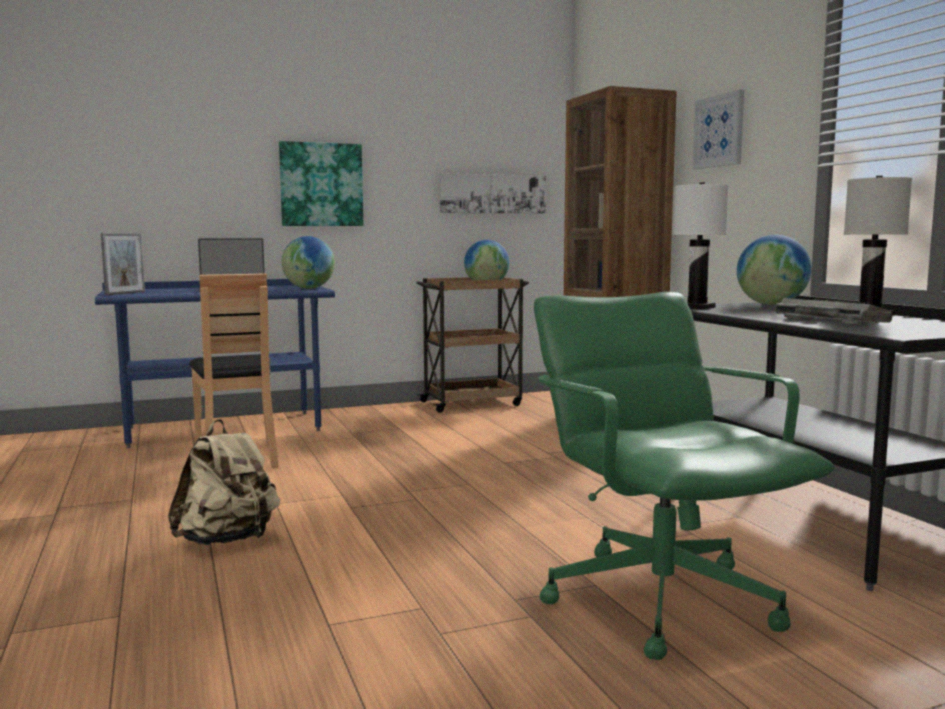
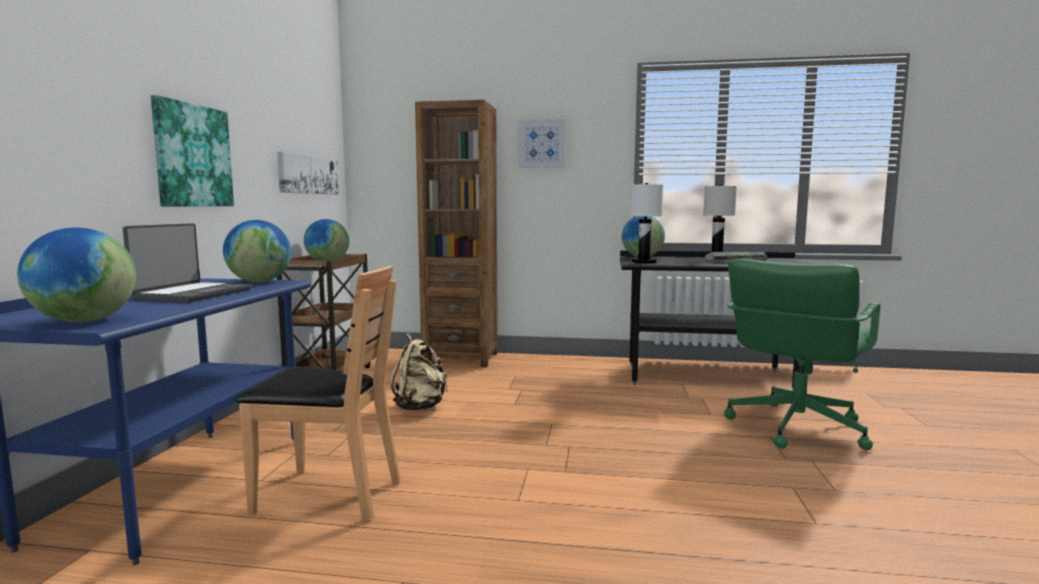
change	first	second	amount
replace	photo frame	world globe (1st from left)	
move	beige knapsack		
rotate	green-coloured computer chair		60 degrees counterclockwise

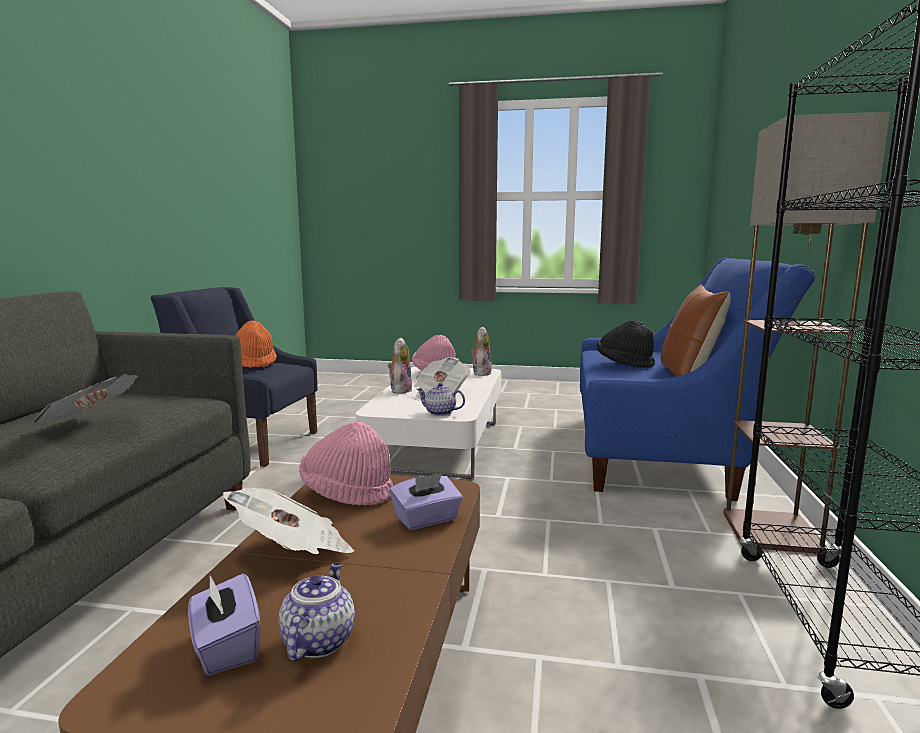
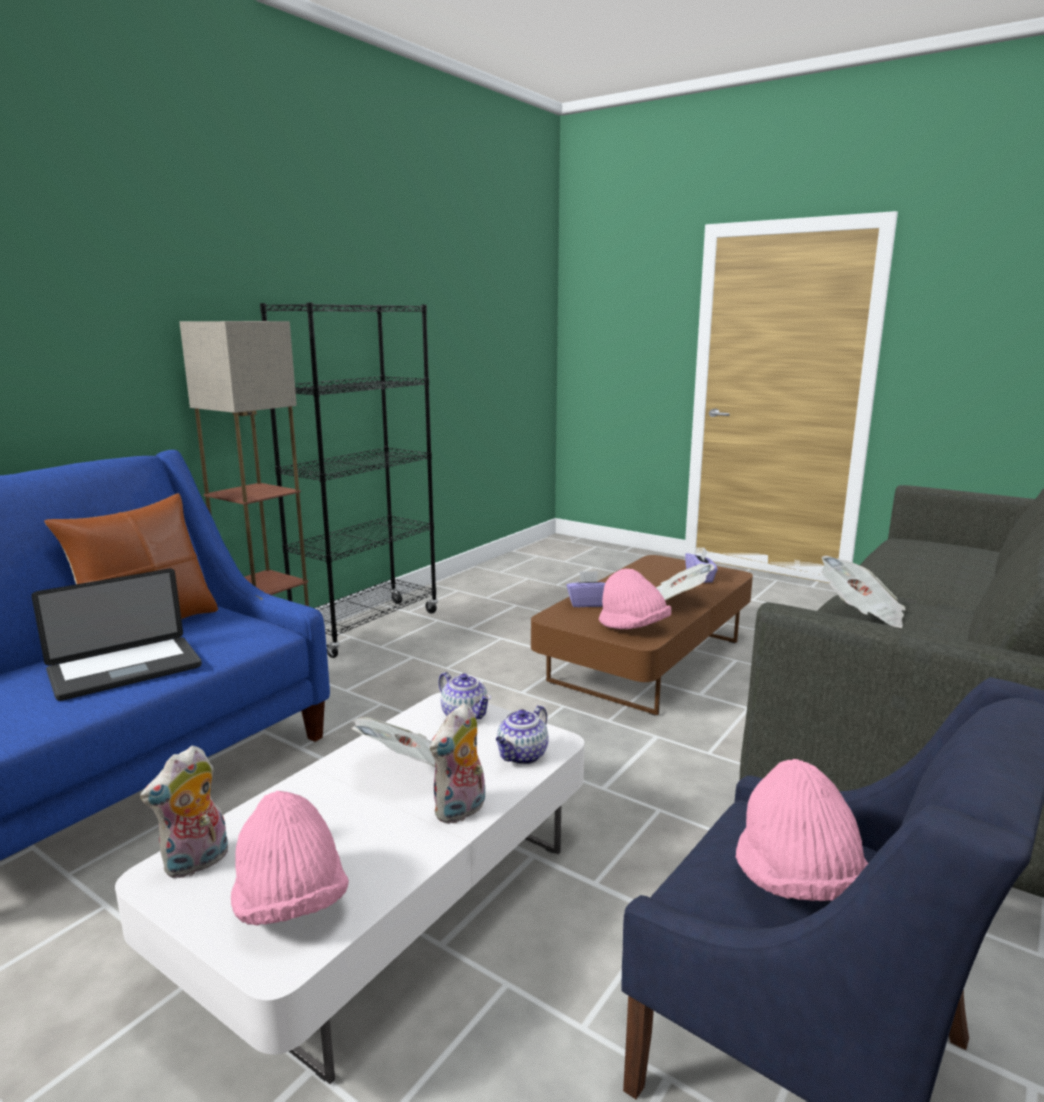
change	first	second	amount
recolor	orange wearable hat	pink wearable hat (3rd from left)	
move	pot for tea (1st from left in the first image)	pot for tea (2nd from left)	
replace	black-coloured wearable hat	portable computer	

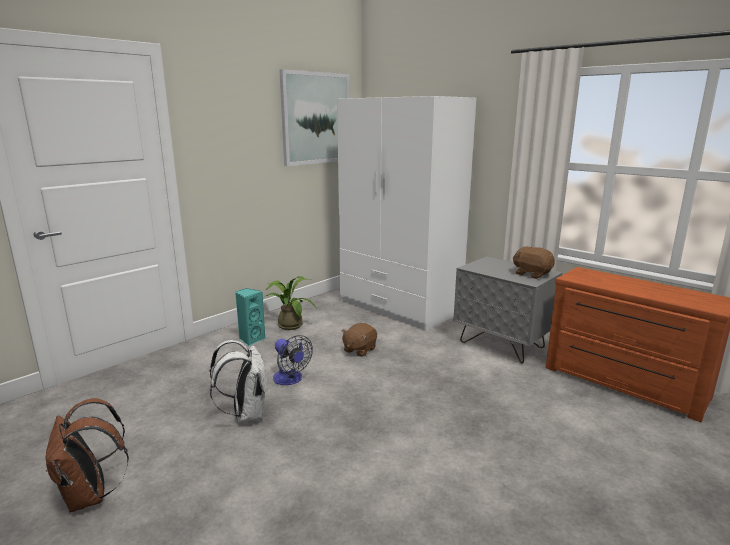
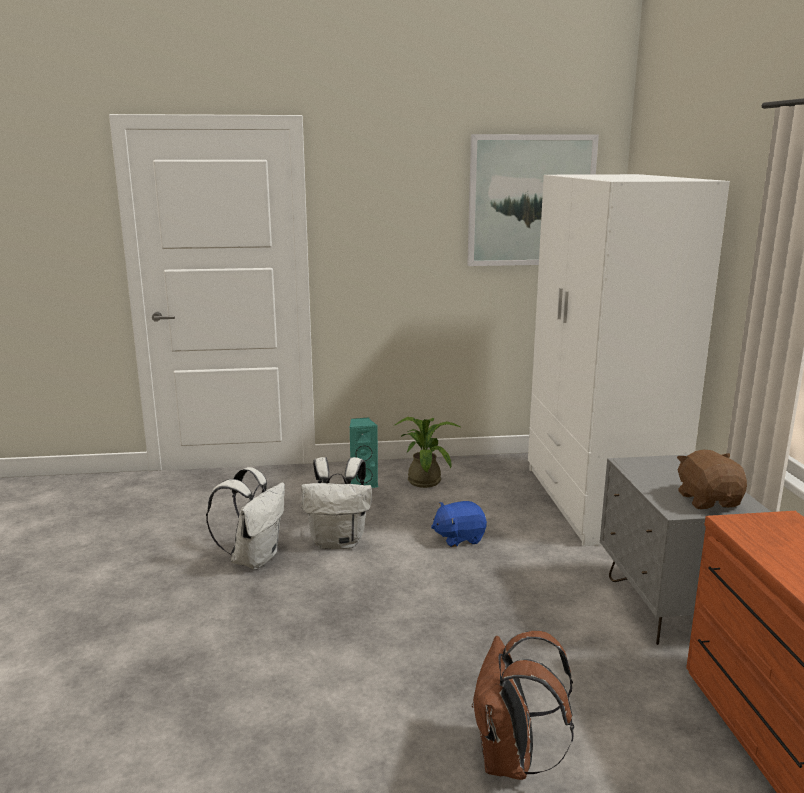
change	first	second	amount
move	brown-coloured knapsack		
replace	fan	white knapsack (2nd from left)	
recolor	brown-coloured plush toy (1st from left)	blue-coloured plush toy	

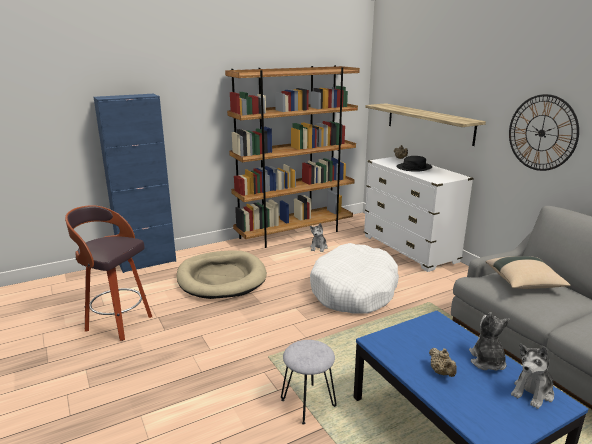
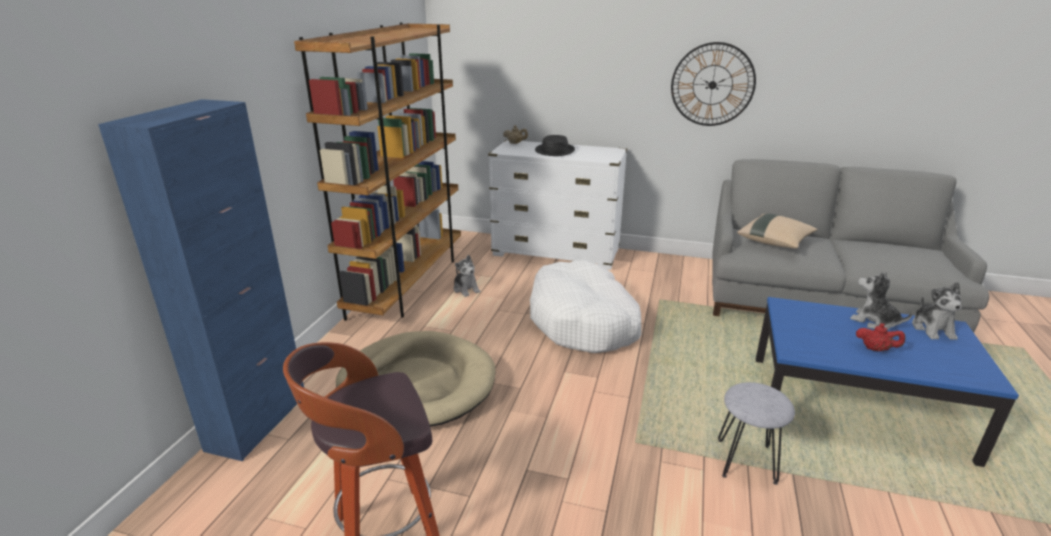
change	first	second	amount
delete	shelf		
recolor	beige pot for tea (2nd from left)	red-coloured pot for tea	

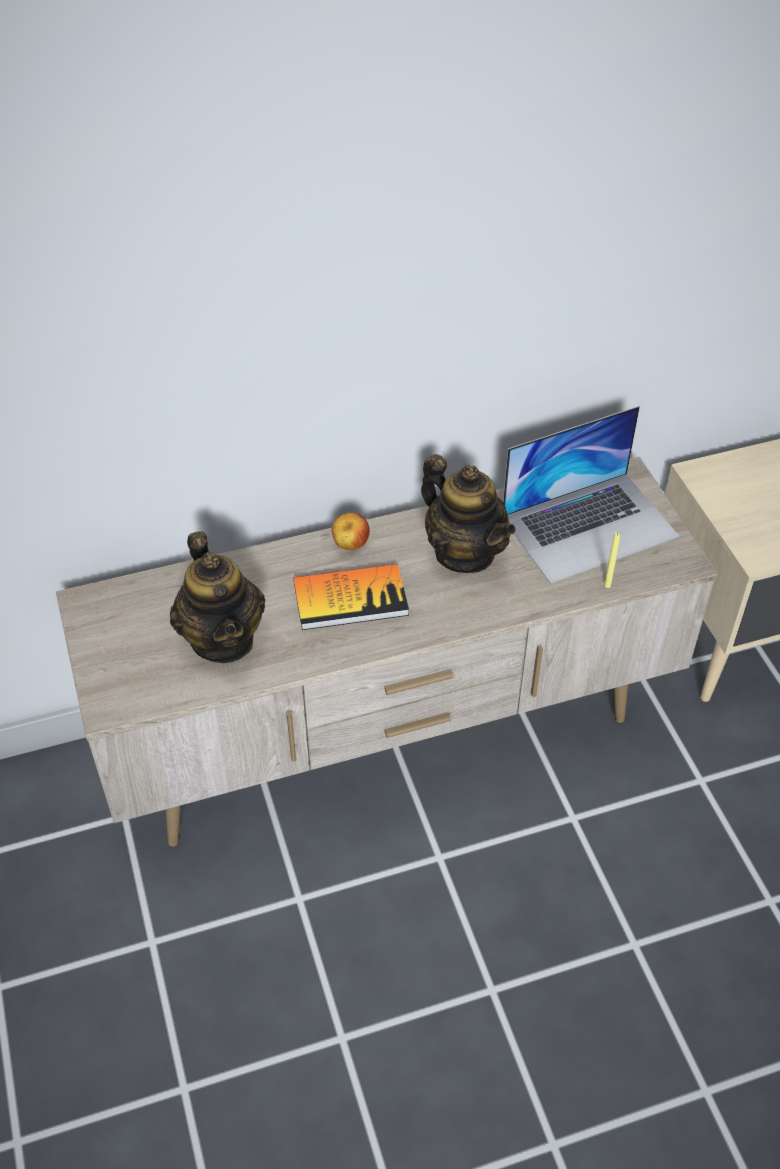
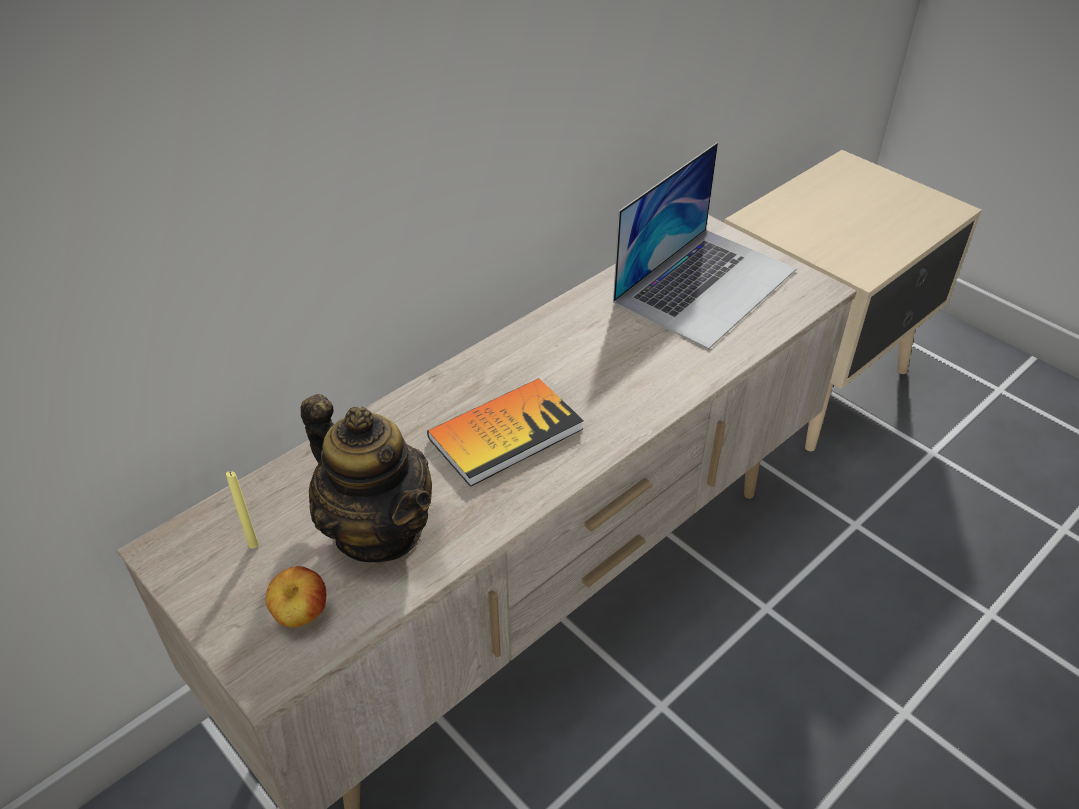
change	first	second	amount
move	whole apple		
delete	pot for tea (2nd from left)		
move	yellowish wax candle		

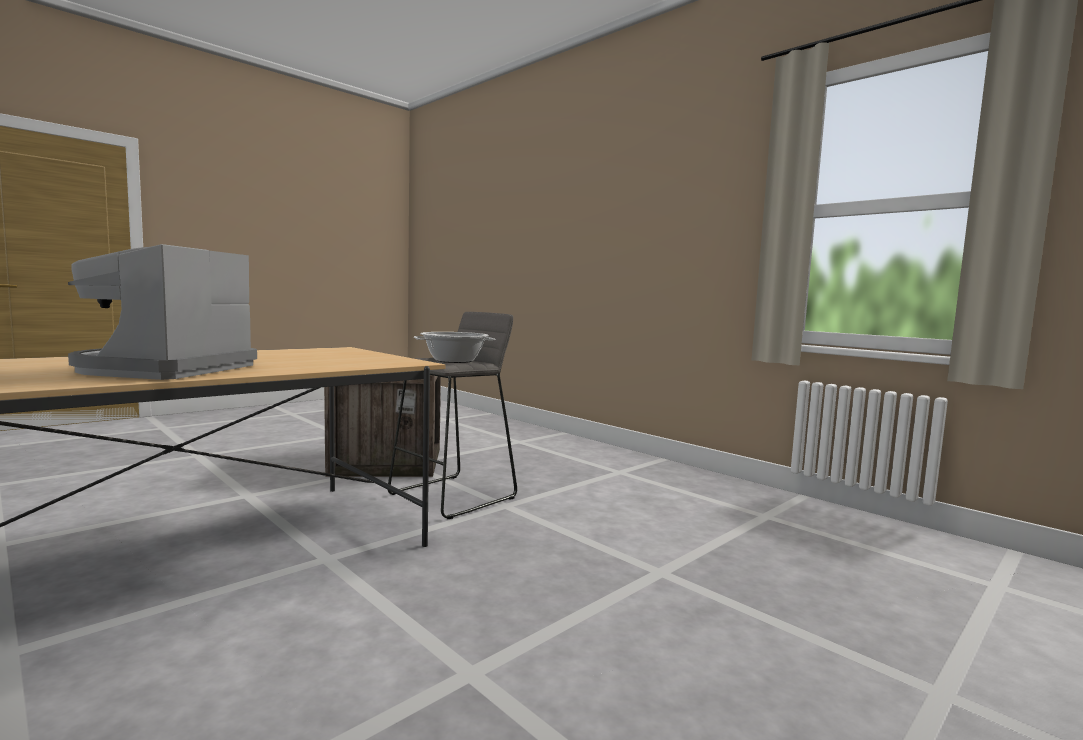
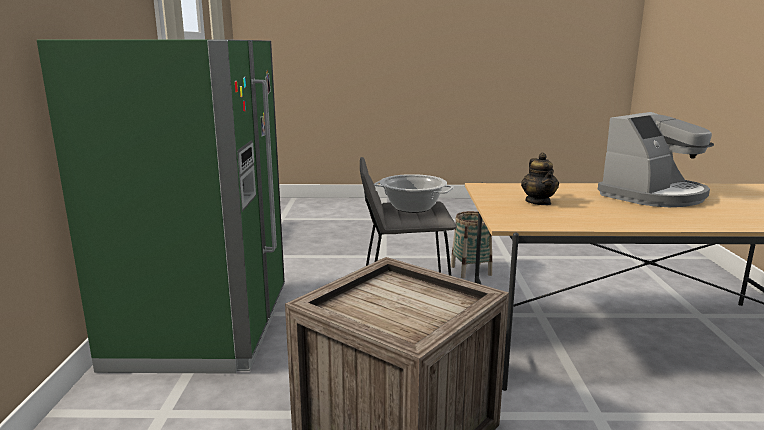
change	first	second	amount
insert		green-coloured fridge	
insert		household basket	
insert		pot for tea	

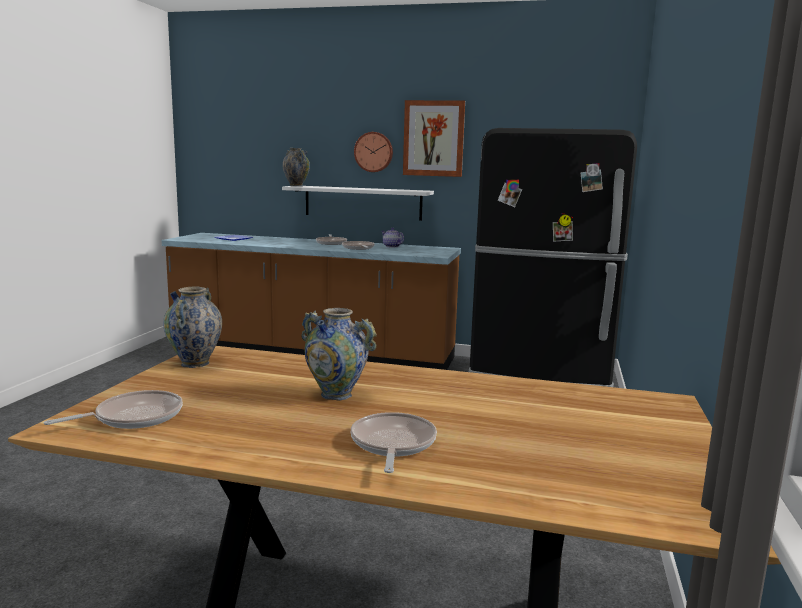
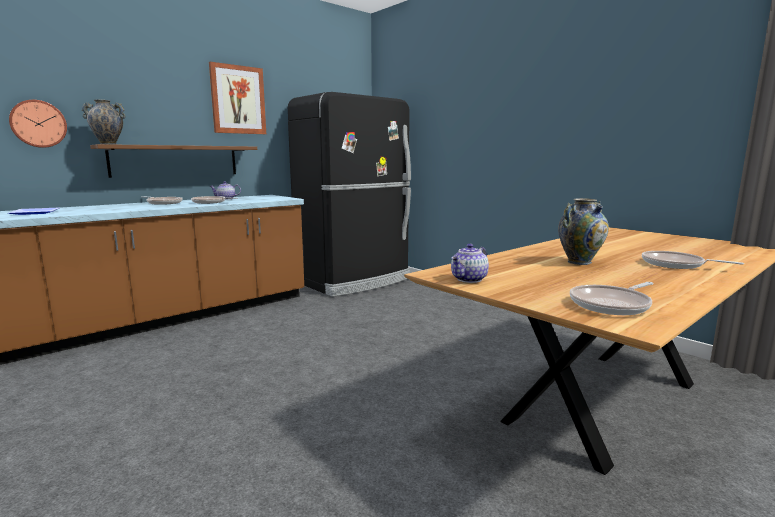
change	first	second	amount
rotate	frying pan (1st from left in the first image)	frying pan (3rd from left)	120 degrees counterclockwise
replace	decorative vase (1st from left)	pot for tea (2nd from left)	
recolor	white shelf	brown-coloured shelf	
move	wall clock		

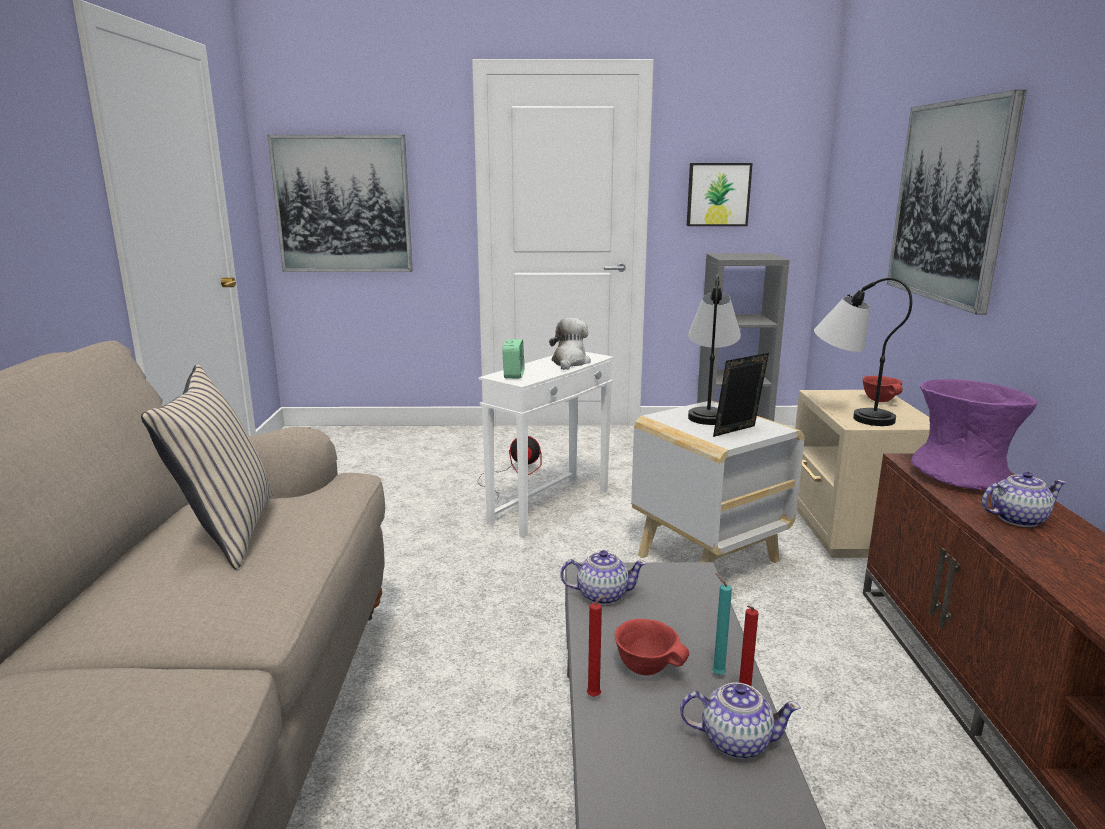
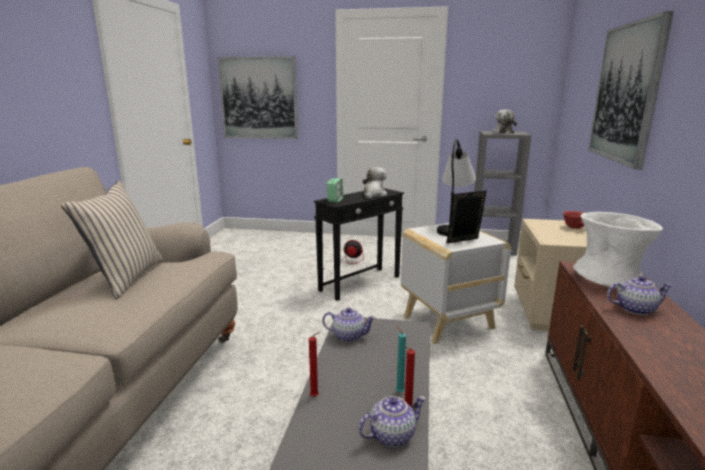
change	first	second	amount
recolor	white accent table (1st from left)	black-coloured accent table	
delete	red-coloured serving bowl (1st from left)		
rotate	pot for tea (2nd from left)		45 degrees counterclockwise
delete	wall picture (2nd from left)		
delete	lamp for a table (2nd from left)		
recolor	purple decorative vase	white decorative vase	
insert		plush toy (2nd from left)	

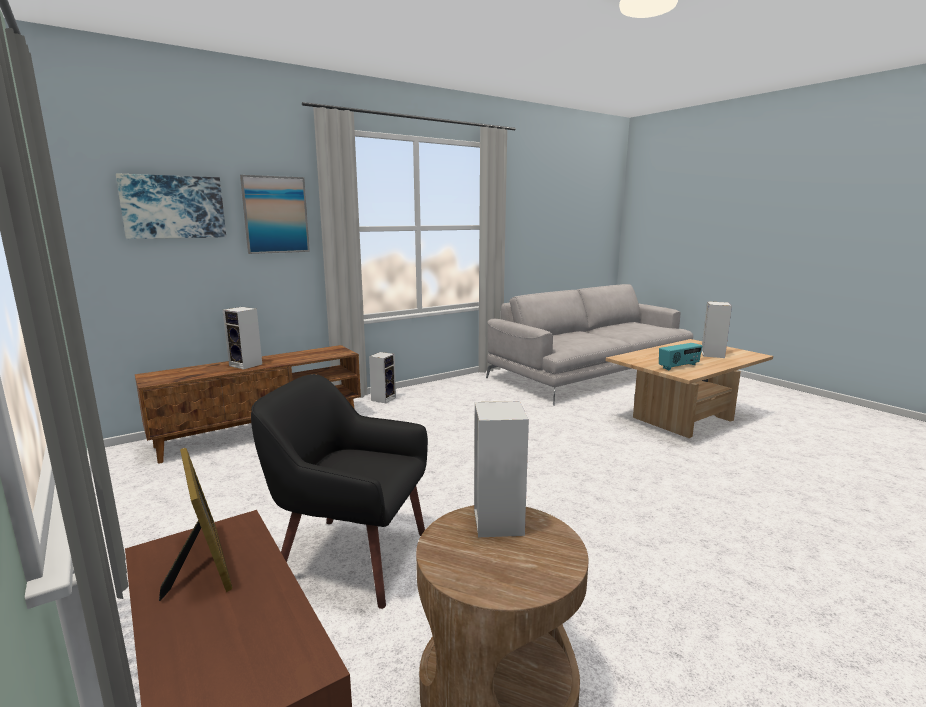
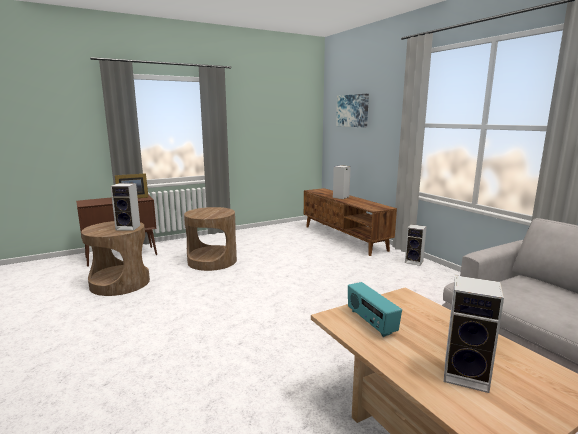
change	first	second	amount
delete	wall picture (2nd from left)		
replace	black-coloured easy chair	brown-coloured accent table (2nd from left)	

